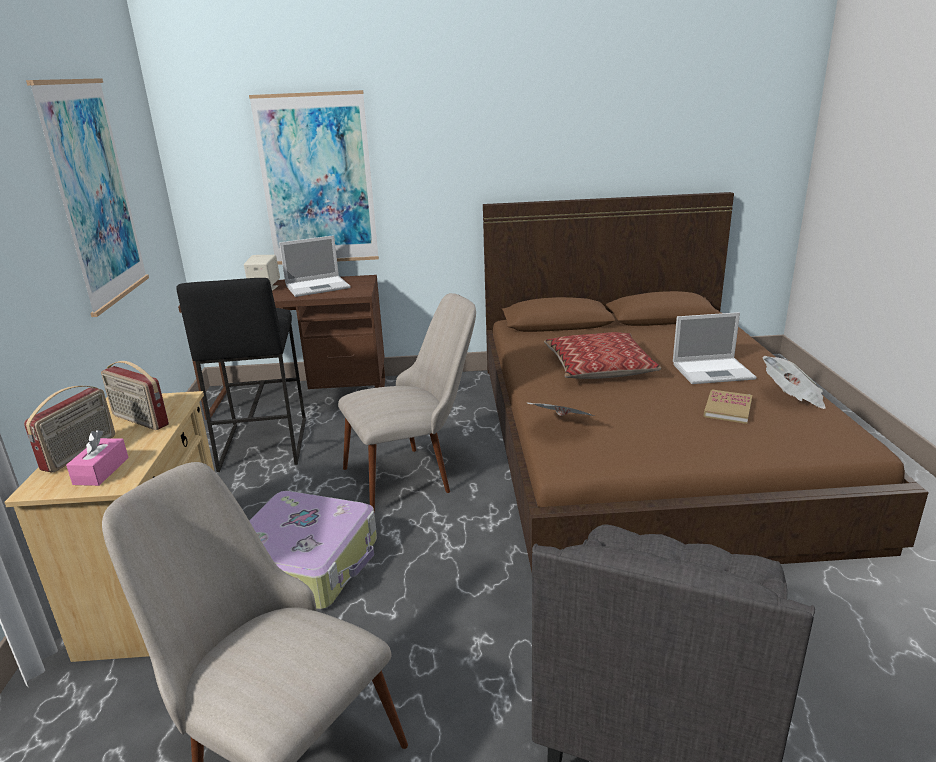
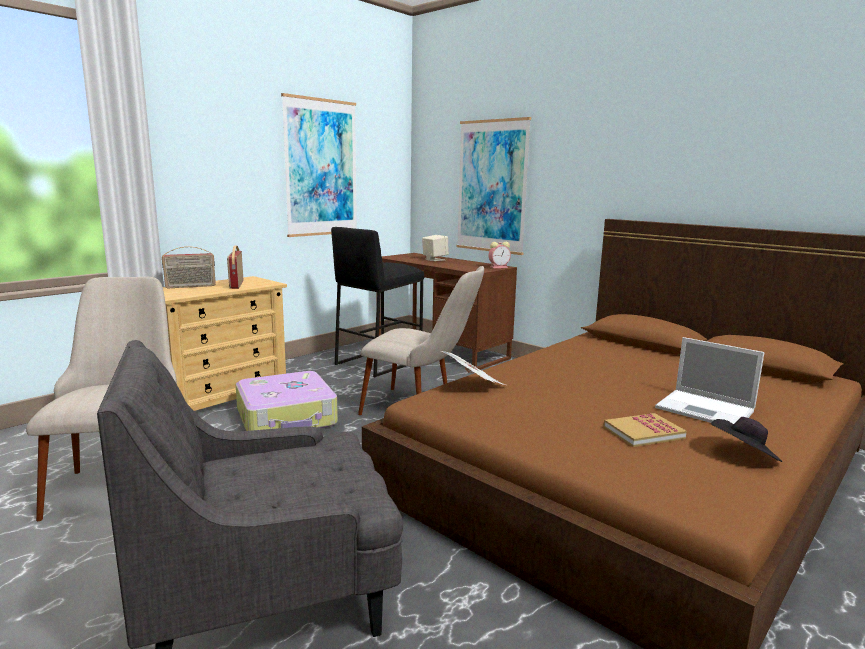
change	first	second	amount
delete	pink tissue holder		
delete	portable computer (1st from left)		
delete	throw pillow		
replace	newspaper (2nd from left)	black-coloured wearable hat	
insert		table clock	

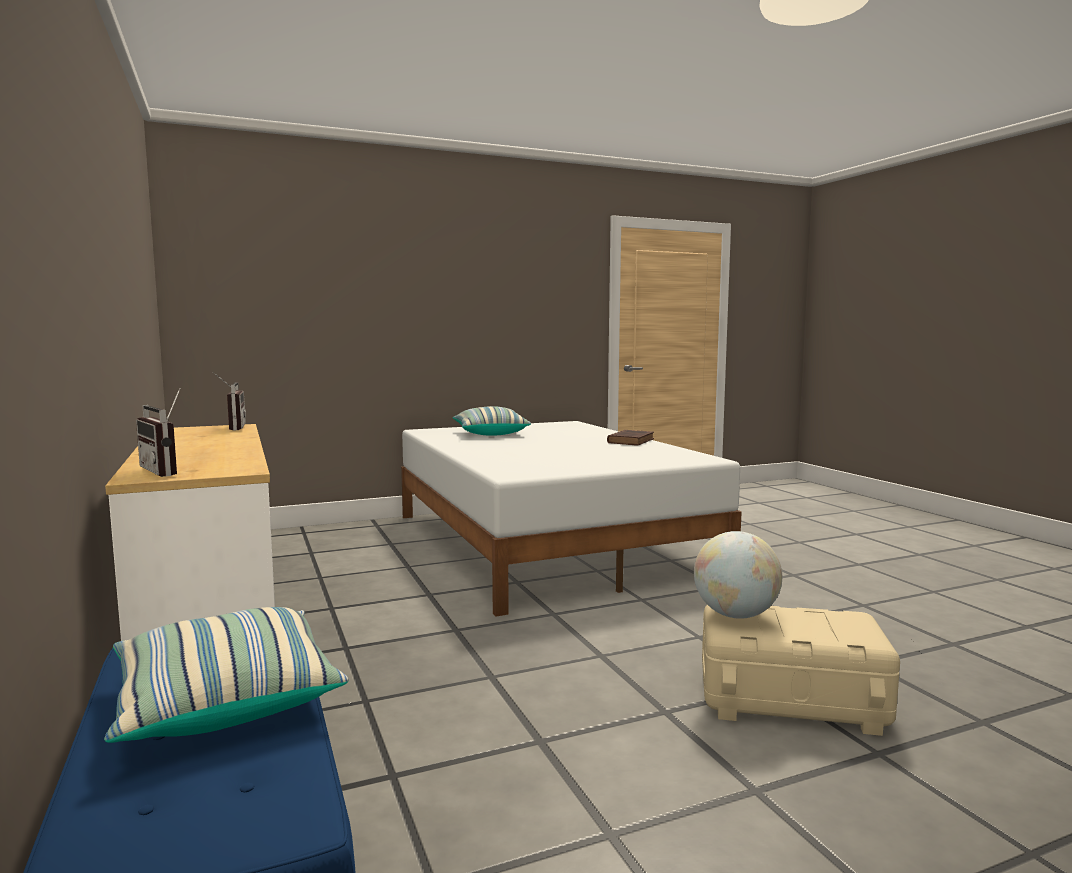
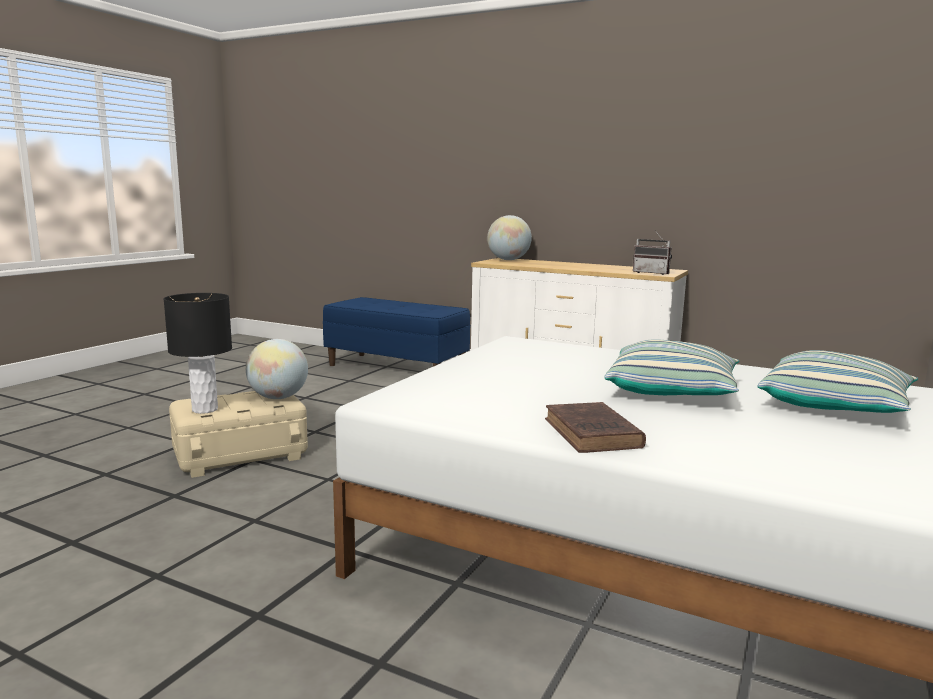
change	first	second	amount
move	throw pillow (1st from left)		
replace	radio set (1st from left)	world globe (2nd from left)	
insert		black-coloured lamp for a table	

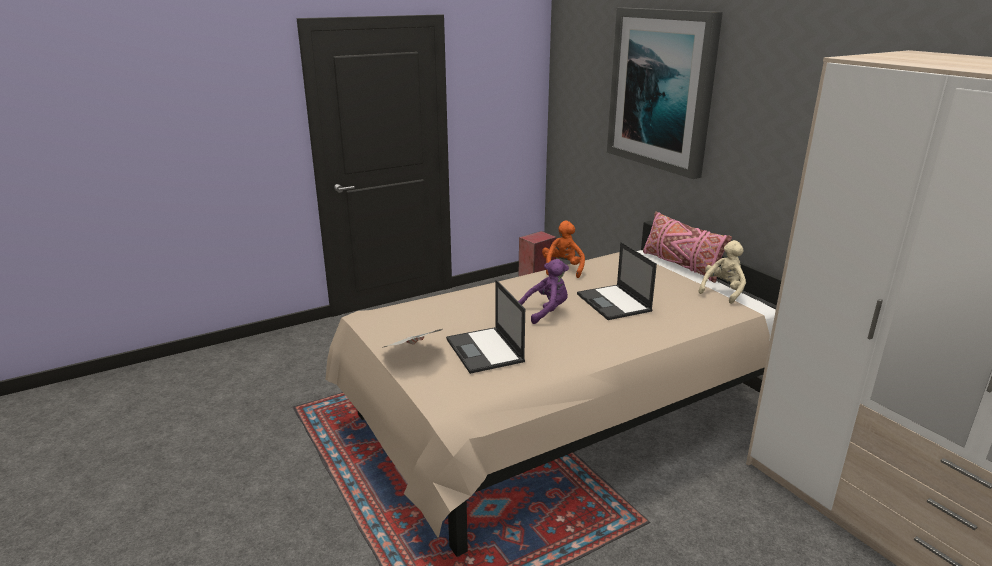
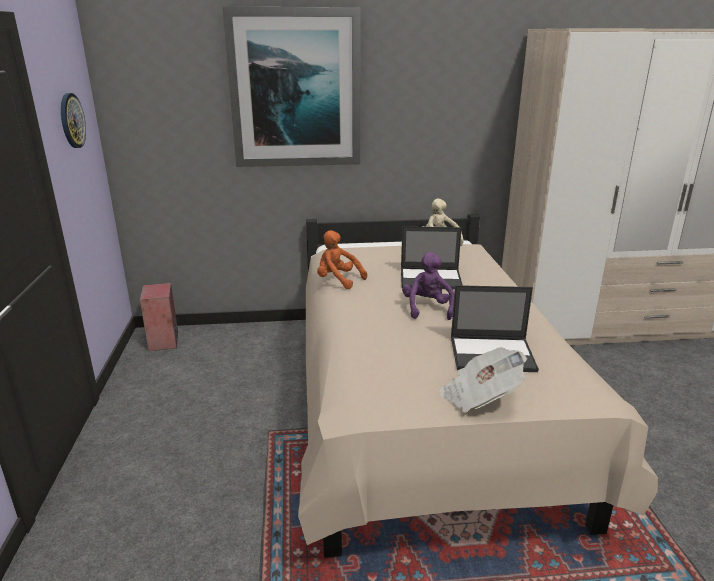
change	first	second	amount
delete	pink throw pillow		
insert		wall clock	

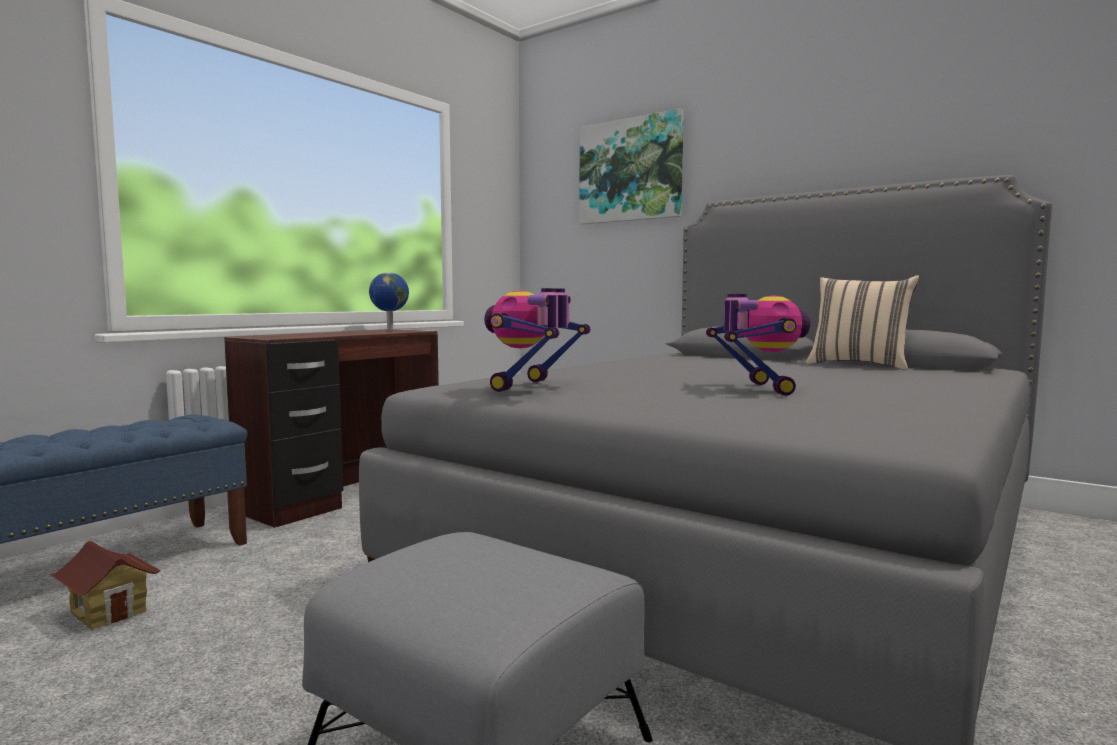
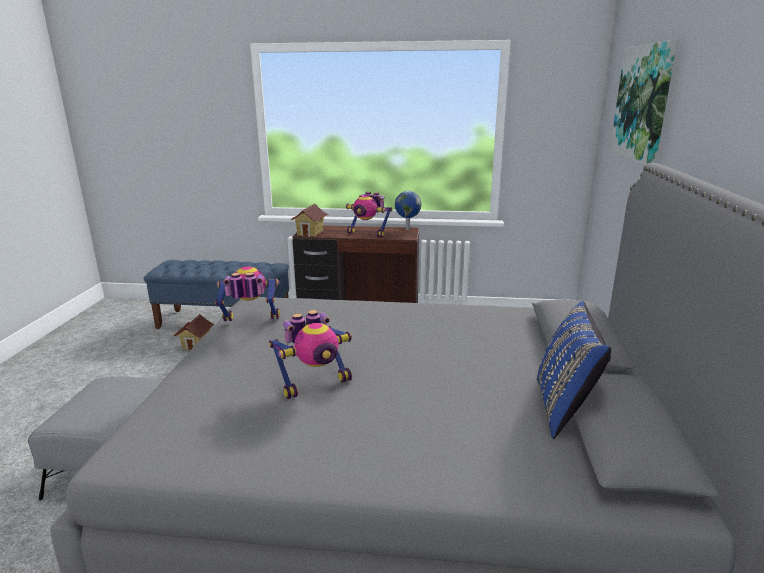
change	first	second	amount
recolor	beige throw pillow	blue-coloured throw pillow	
insert		toy house (2nd from left)	
insert		toy robot (3rd from left)	

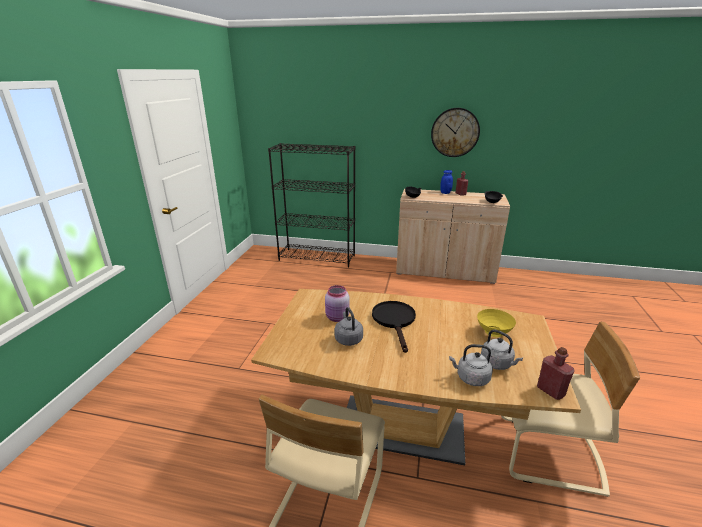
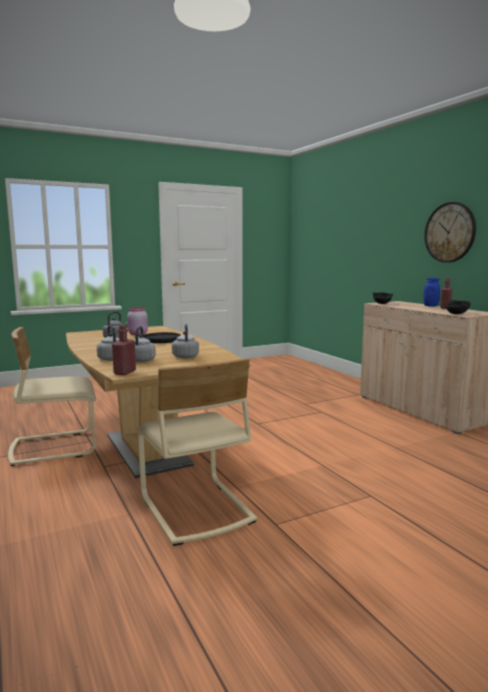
change	first	second	amount
delete	black-coloured bookshelf		
replace	yellowish serving bowl	greyish kettle (4th from left)	

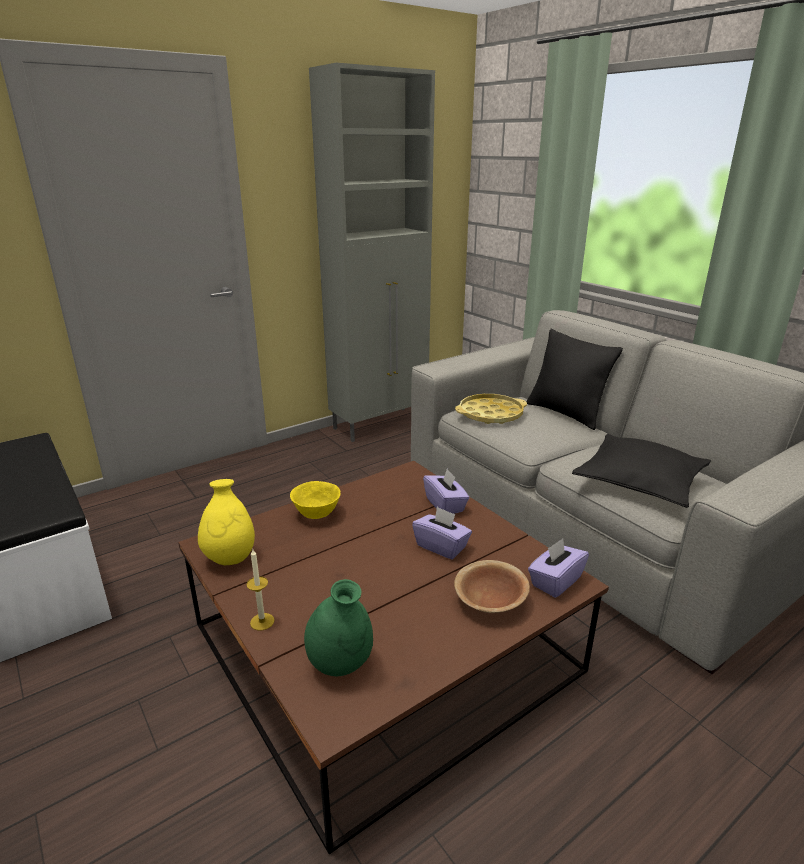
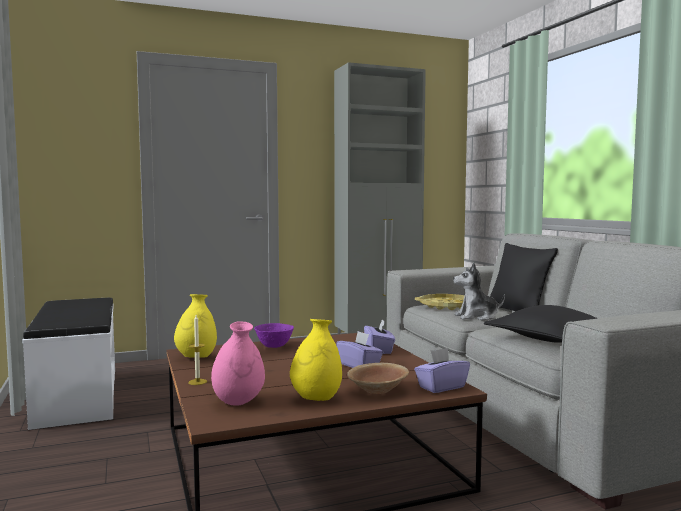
change	first	second	amount
recolor	yellowish serving bowl	purple serving bowl	
recolor	green-coloured decorative vase	pink decorative vase	
insert		yellowish decorative vase (2nd from left)	
insert		plush toy	

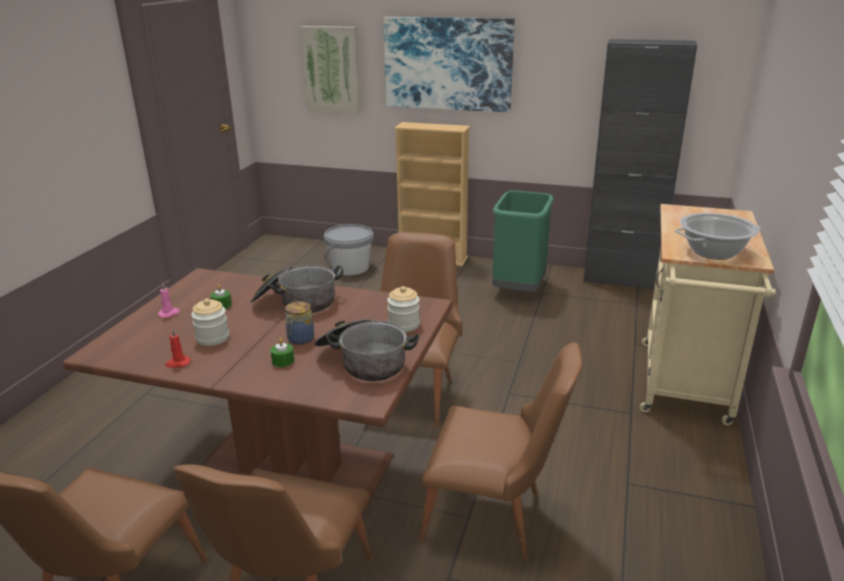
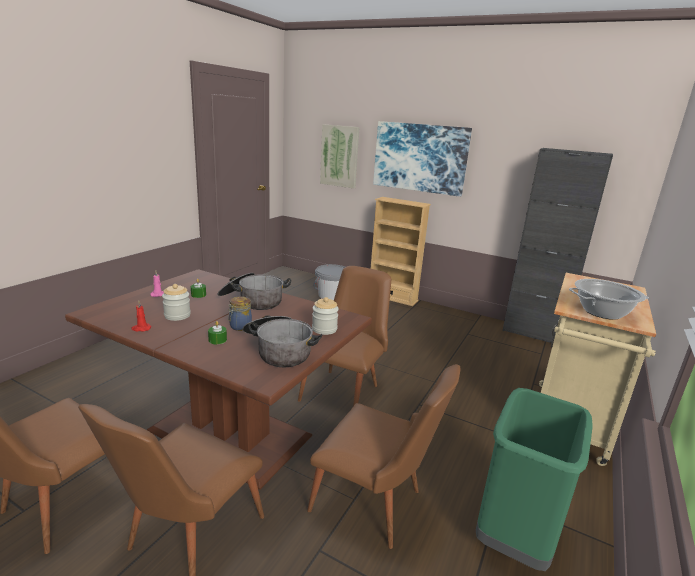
change	first	second	amount
move	green-coloured rubbish bin		

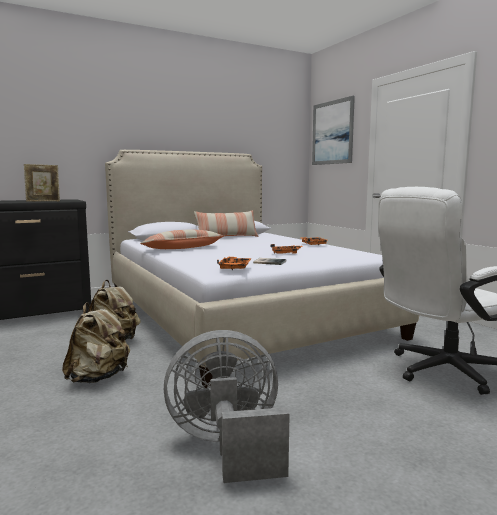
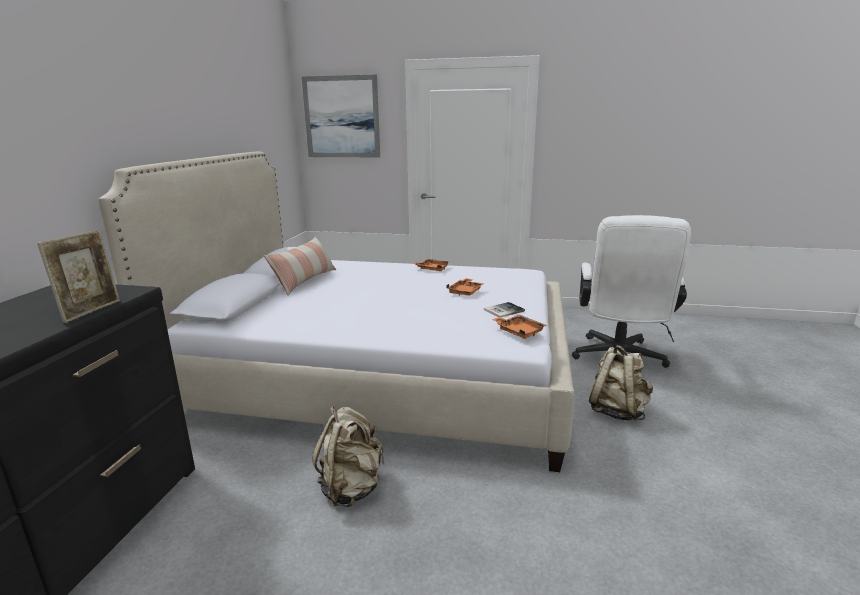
change	first	second	amount
move	beige knapsack (1st from left in the first image)	beige knapsack (2nd from left)	
delete	throw pillow (1st from left)		
delete	greyish fan		

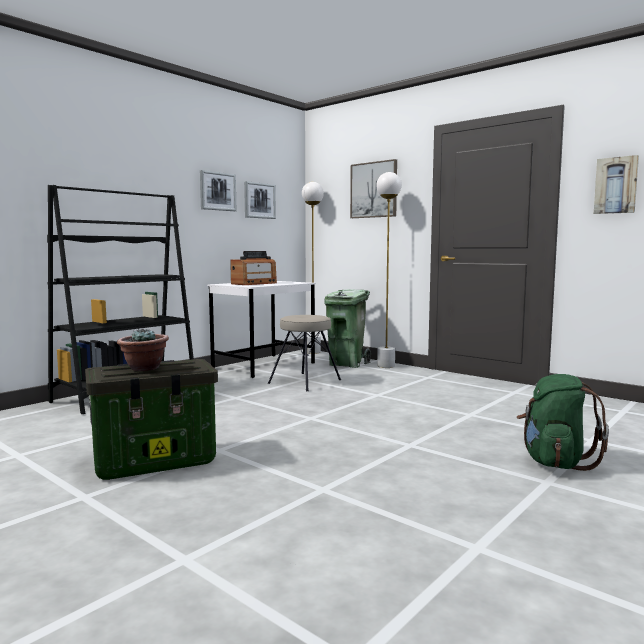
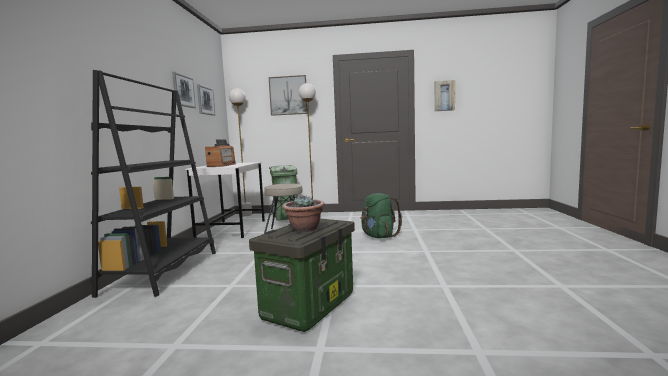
change	first	second	amount
move	green-coloured knapsack		

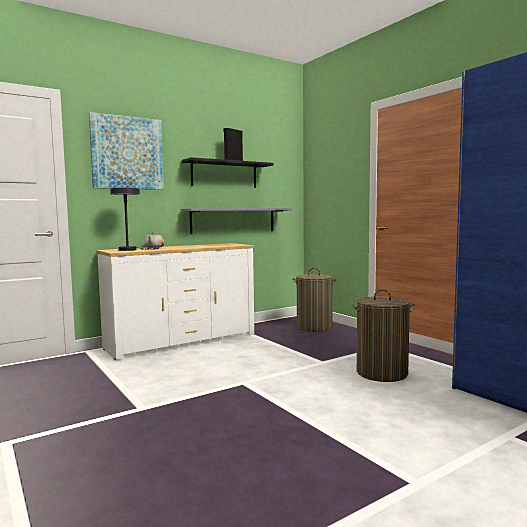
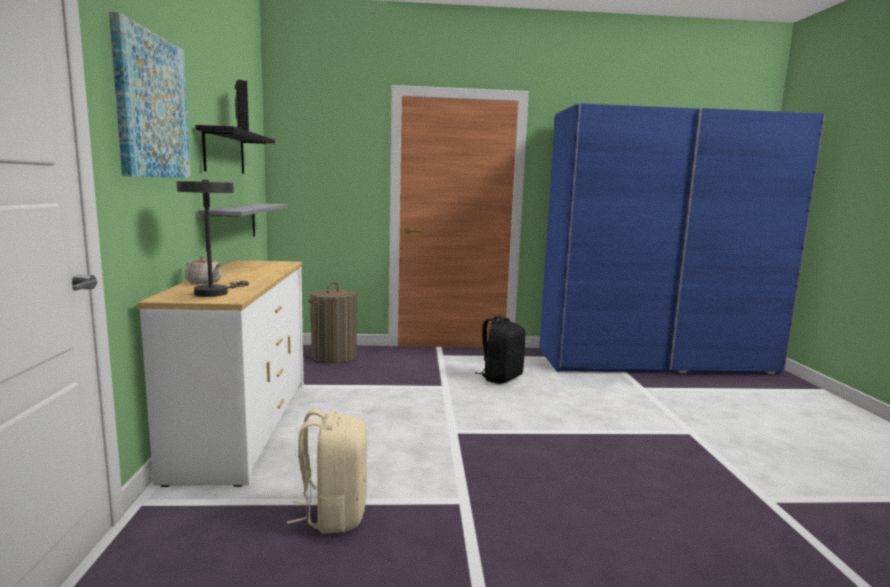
change	first	second	amount
replace	hamper (2nd from left)	black-coloured knapsack	
insert		beige knapsack	

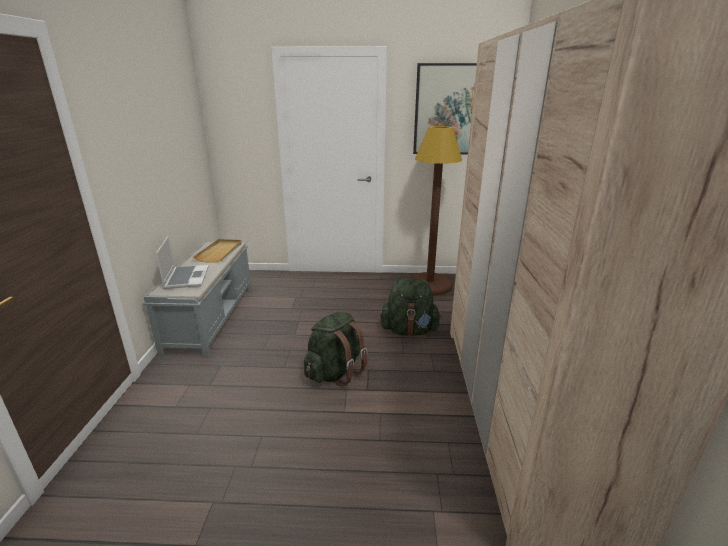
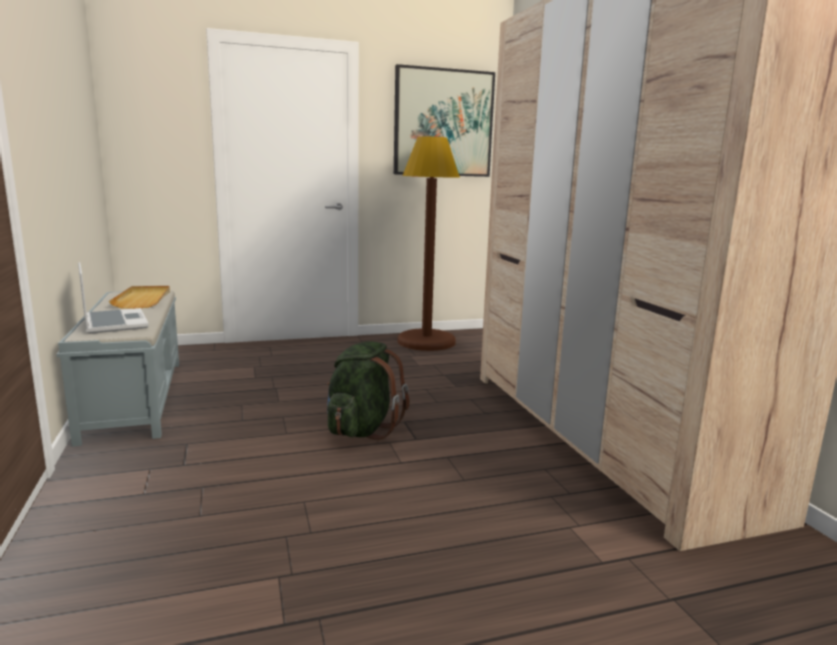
change	first	second	amount
delete	green-coloured knapsack (2nd from left)		

